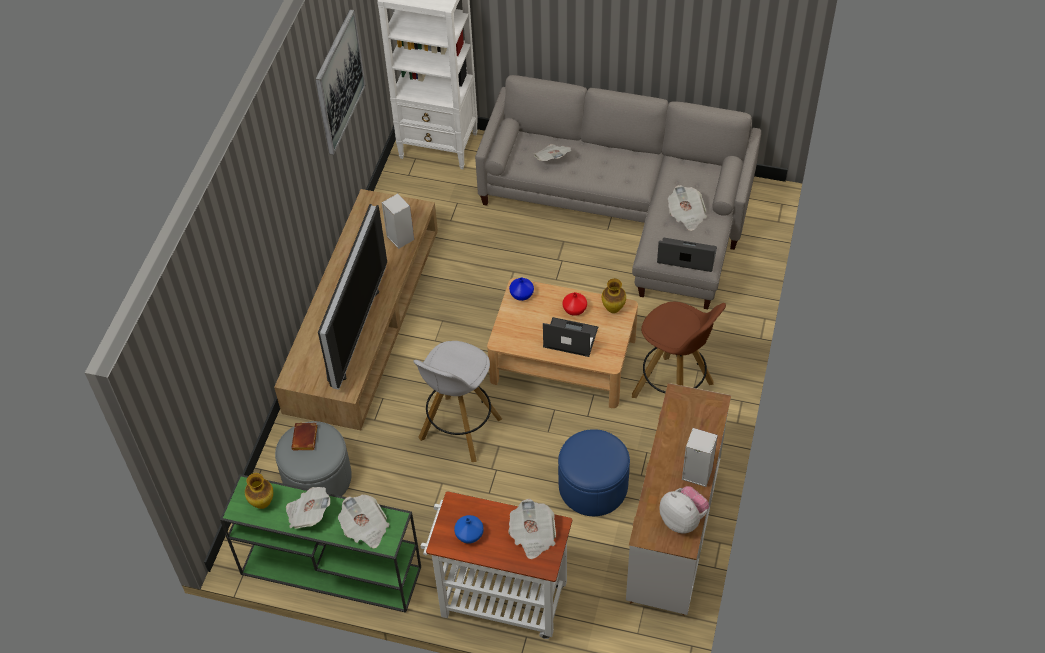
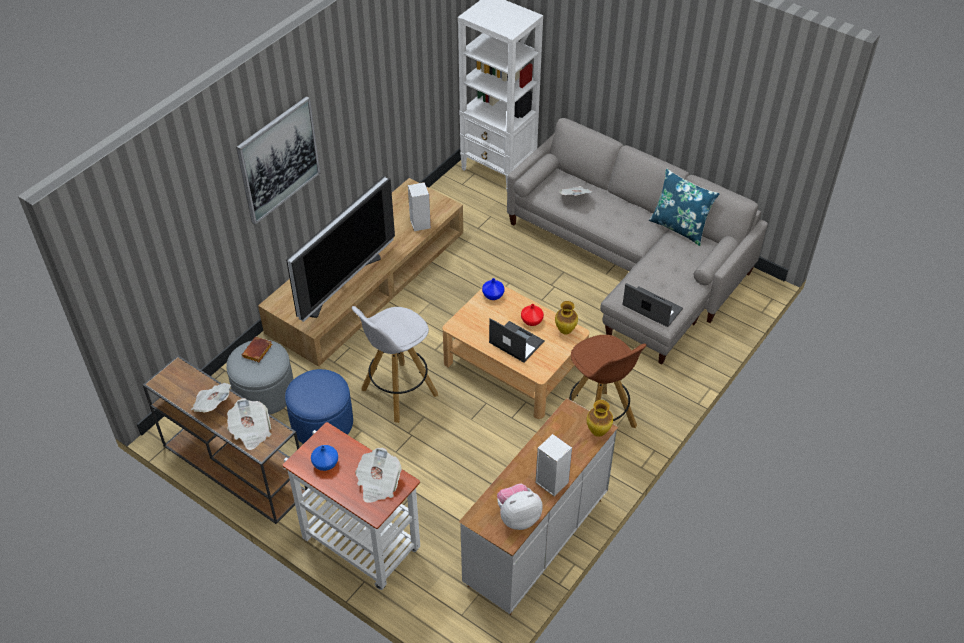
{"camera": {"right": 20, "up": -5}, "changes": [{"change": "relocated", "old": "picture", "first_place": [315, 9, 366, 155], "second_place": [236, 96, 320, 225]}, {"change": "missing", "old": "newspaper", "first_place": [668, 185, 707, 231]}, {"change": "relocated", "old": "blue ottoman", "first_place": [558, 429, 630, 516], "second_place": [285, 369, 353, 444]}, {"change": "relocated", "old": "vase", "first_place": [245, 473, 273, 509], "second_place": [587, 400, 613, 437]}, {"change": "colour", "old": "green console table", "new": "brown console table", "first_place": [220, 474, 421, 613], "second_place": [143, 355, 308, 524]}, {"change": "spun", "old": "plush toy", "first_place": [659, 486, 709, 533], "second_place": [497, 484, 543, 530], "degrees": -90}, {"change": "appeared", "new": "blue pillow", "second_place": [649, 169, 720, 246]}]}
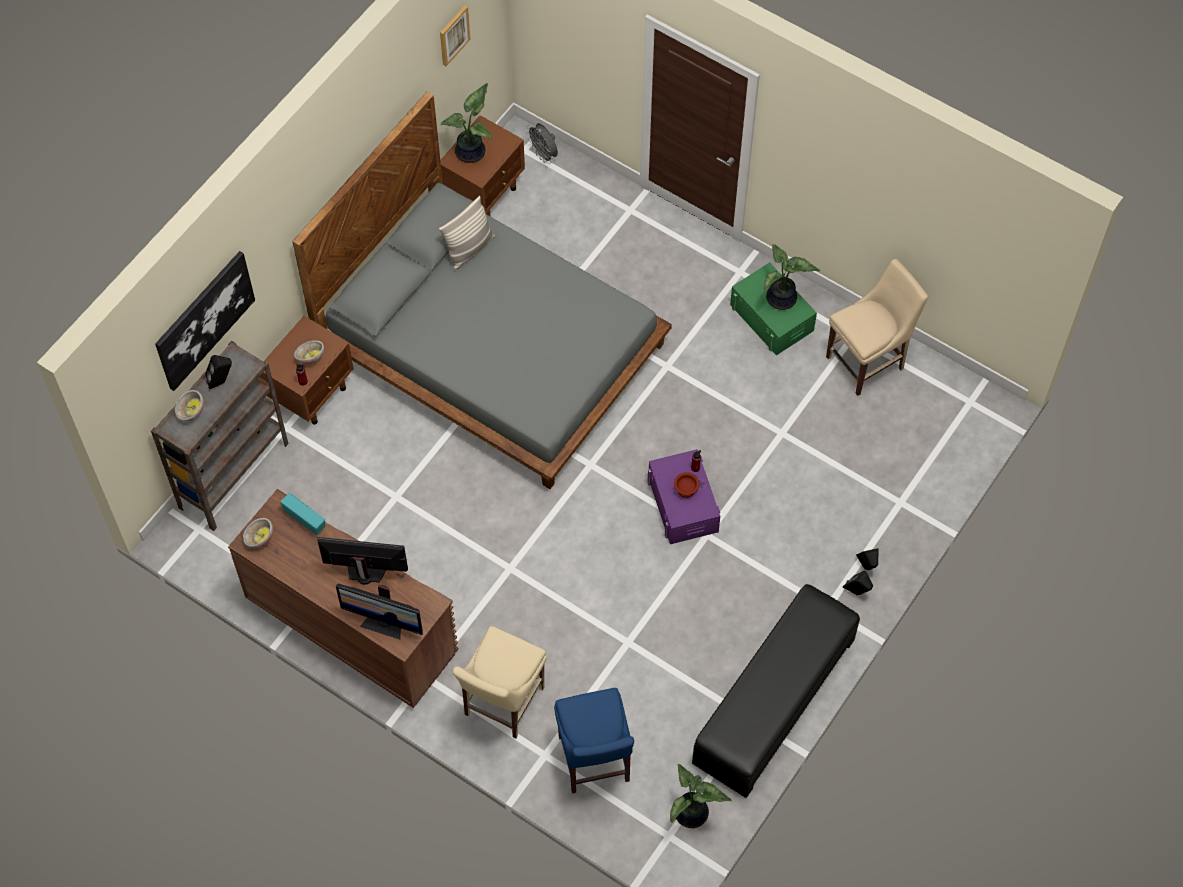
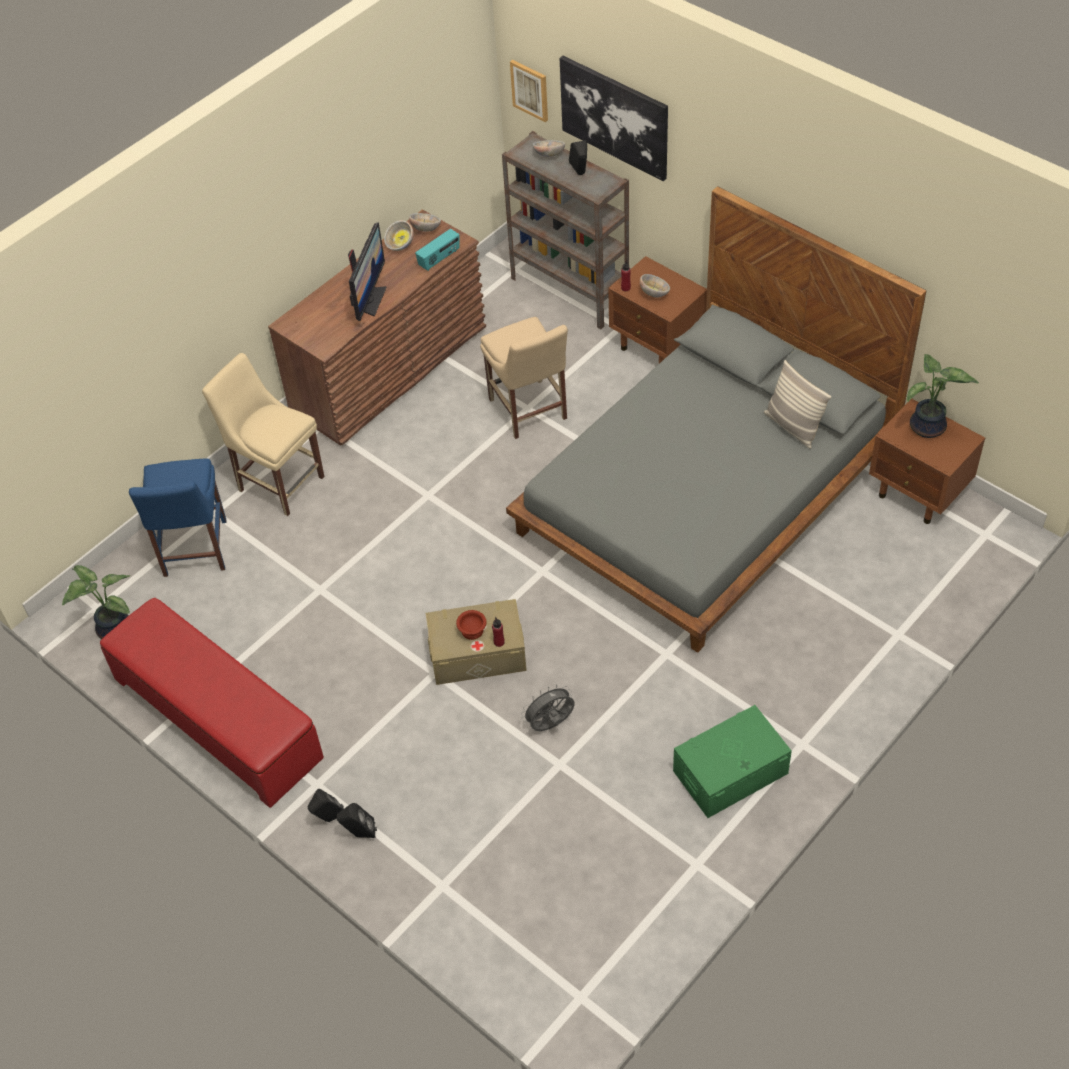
{"camera": {"right": 100, "up": -10}, "changes": [{"change": "relocated", "old": "picture", "first_place": [440, 5, 470, 66], "second_place": [510, 60, 548, 122]}, {"change": "relocated", "old": "grey fan", "first_place": [526, 123, 558, 164], "second_place": [521, 684, 575, 731]}, {"change": "missing", "old": "potted plant", "first_place": [763, 244, 820, 310]}, {"change": "relocated", "old": "beige chair", "first_place": [826, 259, 928, 396], "second_place": [480, 317, 568, 439]}, {"change": "colour", "old": "purple storage box", "new": "beige storage box", "first_place": [647, 449, 720, 544], "second_place": [425, 599, 527, 685]}, {"change": "missing", "old": "monitor", "first_place": [336, 584, 423, 639]}, {"change": "colour", "old": "black bench", "new": "red bench", "first_place": [692, 584, 860, 798], "second_place": [100, 598, 324, 808]}, {"change": "spun", "old": "blue chair", "first_place": [554, 688, 634, 794], "second_place": [129, 459, 226, 577], "degrees": -90}, {"change": "appeared", "new": "bowl", "second_place": [384, 220, 414, 251]}]}
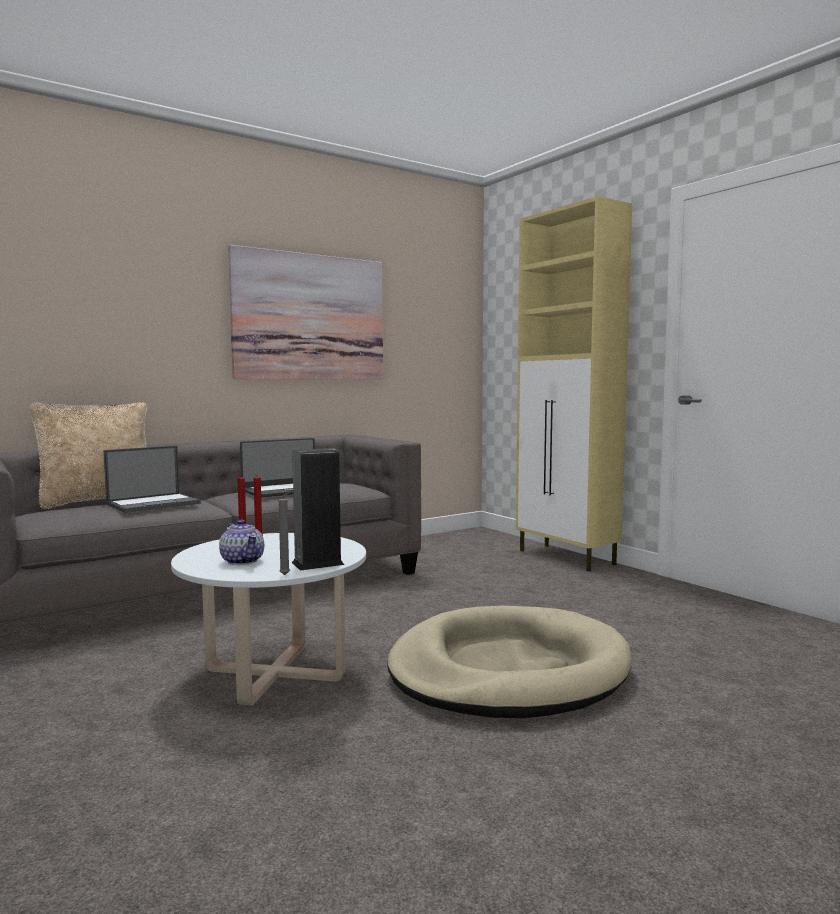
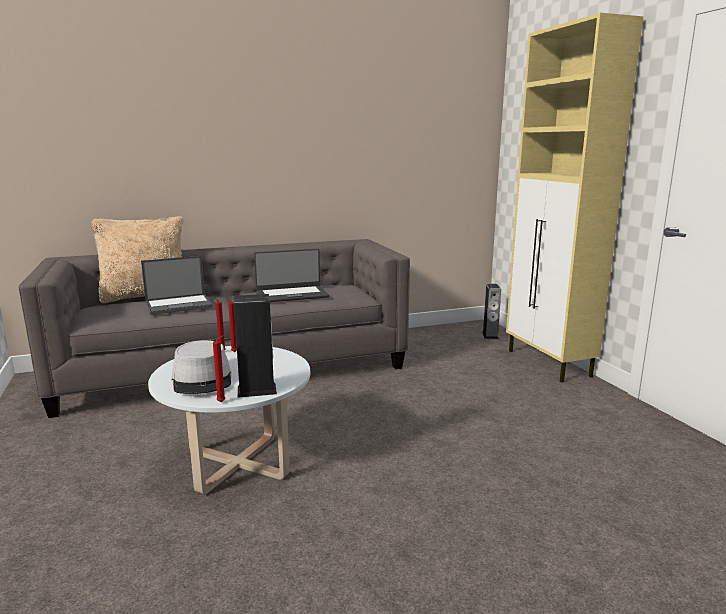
{"camera": {"right": 15, "up": 10}, "changes": [{"change": "missing", "old": "picture", "first_place": [228, 245, 383, 379]}, {"change": "colour", "old": "grey candle", "new": "red candle", "first_place": [279, 491, 292, 575], "second_place": [213, 336, 226, 402]}, {"change": "exchanged", "old": "teapot", "new": "grey hat", "first_place": [219, 520, 264, 565], "second_place": [171, 340, 232, 394]}, {"change": "missing", "old": "beige dog bed", "first_place": [387, 606, 632, 718]}, {"change": "appeared", "new": "speaker", "second_place": [482, 284, 501, 339]}]}
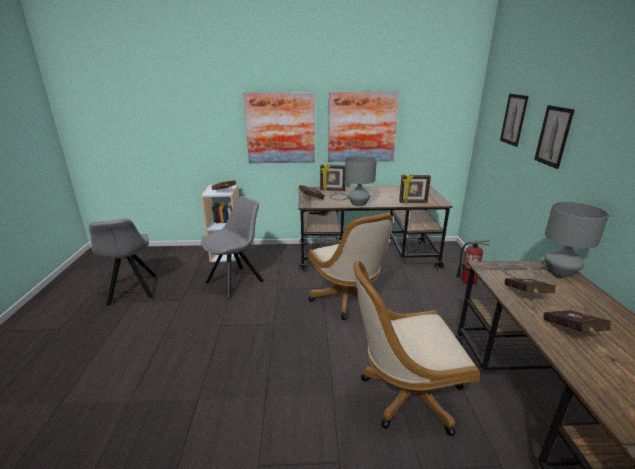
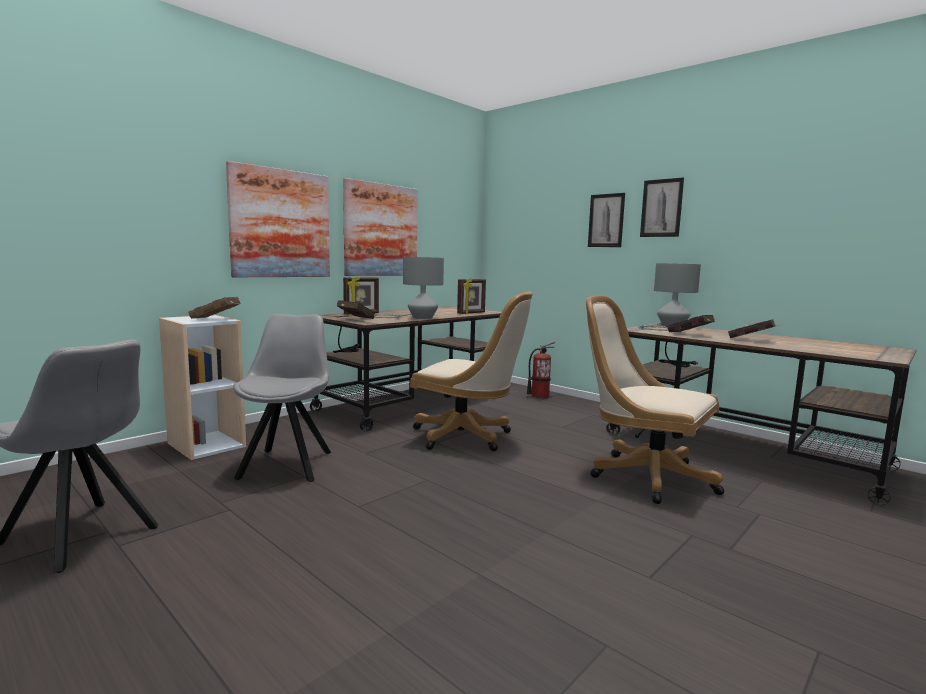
{"camera": {"right": -45, "up": -15}, "changes": [{"change": "relocated", "old": "picture", "first_place": [500, 94, 529, 147], "second_place": [640, 177, 684, 237]}, {"change": "spun", "old": "office chair", "first_place": [353, 261, 480, 436], "second_place": [586, 295, 724, 504], "degrees": 90}]}
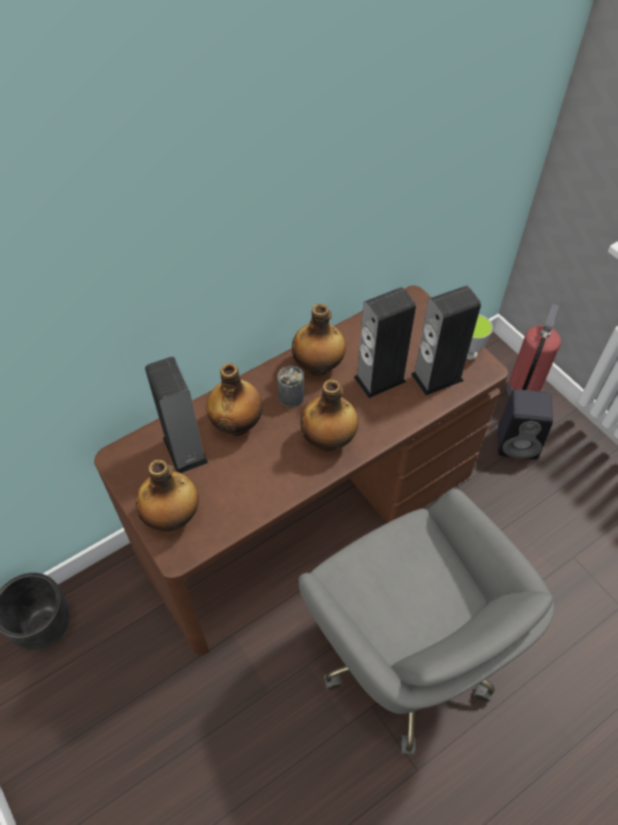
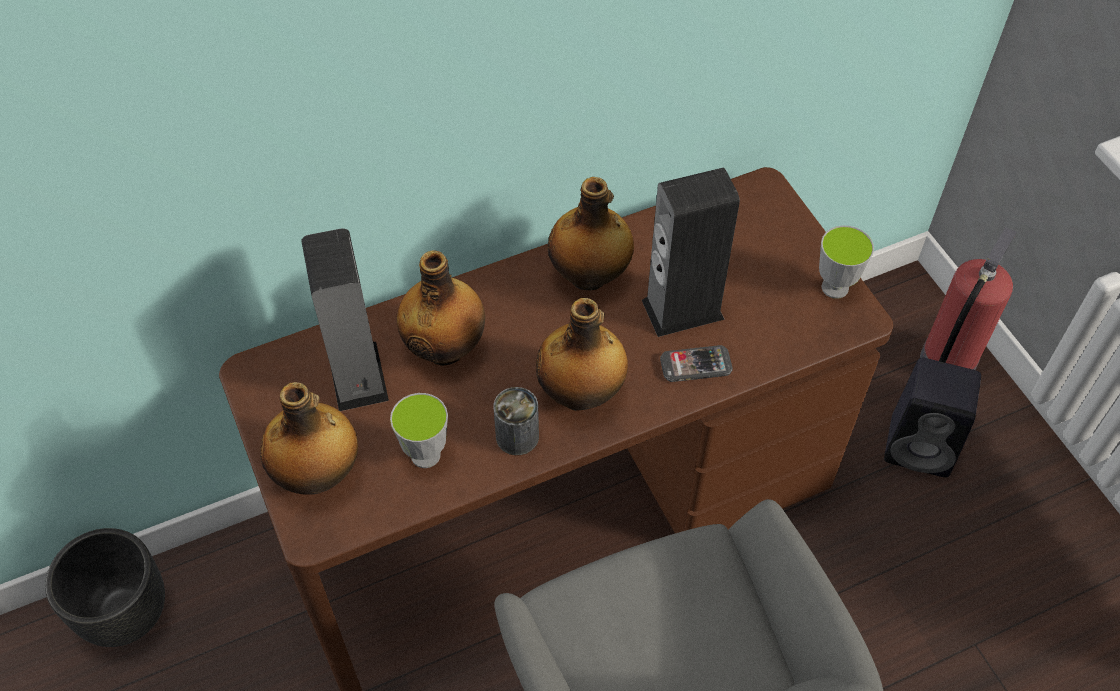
{"camera": {"right": 10, "up": 0}, "changes": [{"change": "missing", "old": "speaker", "first_place": [411, 285, 481, 396]}, {"change": "relocated", "old": "can", "first_place": [277, 366, 304, 407], "second_place": [493, 387, 539, 455]}, {"change": "appeared", "new": "phone", "second_place": [660, 345, 733, 382]}, {"change": "appeared", "new": "cup", "second_place": [390, 393, 448, 468]}]}
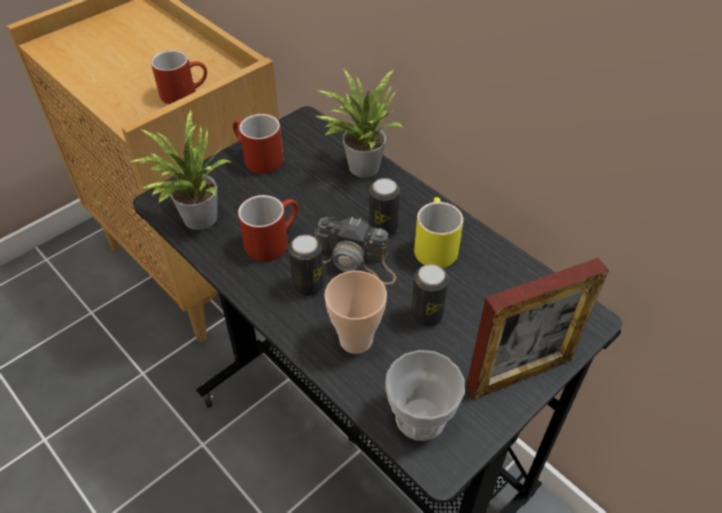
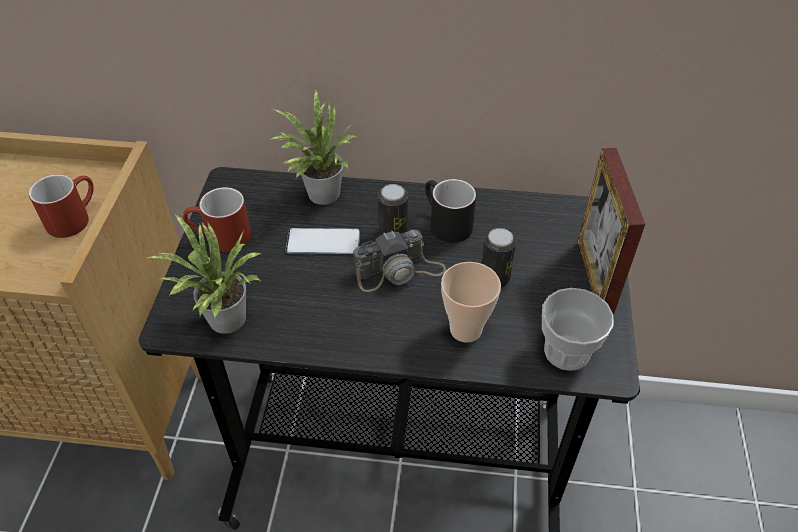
{"camera": {"right": -40, "up": 0}, "changes": [{"change": "missing", "old": "red mug", "first_place": [238, 195, 298, 261]}, {"change": "colour", "old": "yellow mug", "new": "black mug", "first_place": [414, 197, 463, 268], "second_place": [425, 179, 476, 243]}, {"change": "missing", "old": "can", "first_place": [289, 235, 324, 296]}, {"change": "spun", "old": "picture frame", "first_place": [466, 258, 609, 399], "second_place": [578, 148, 645, 315], "degrees": 150}, {"change": "appeared", "new": "phone", "second_place": [286, 228, 360, 254]}]}
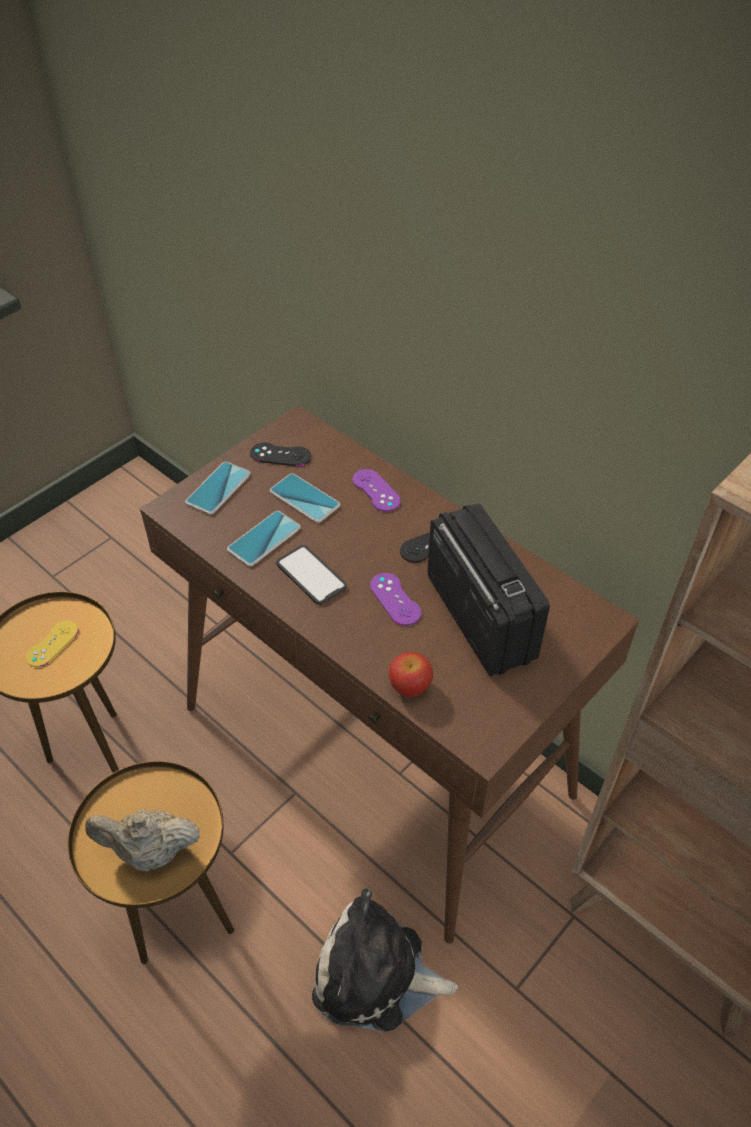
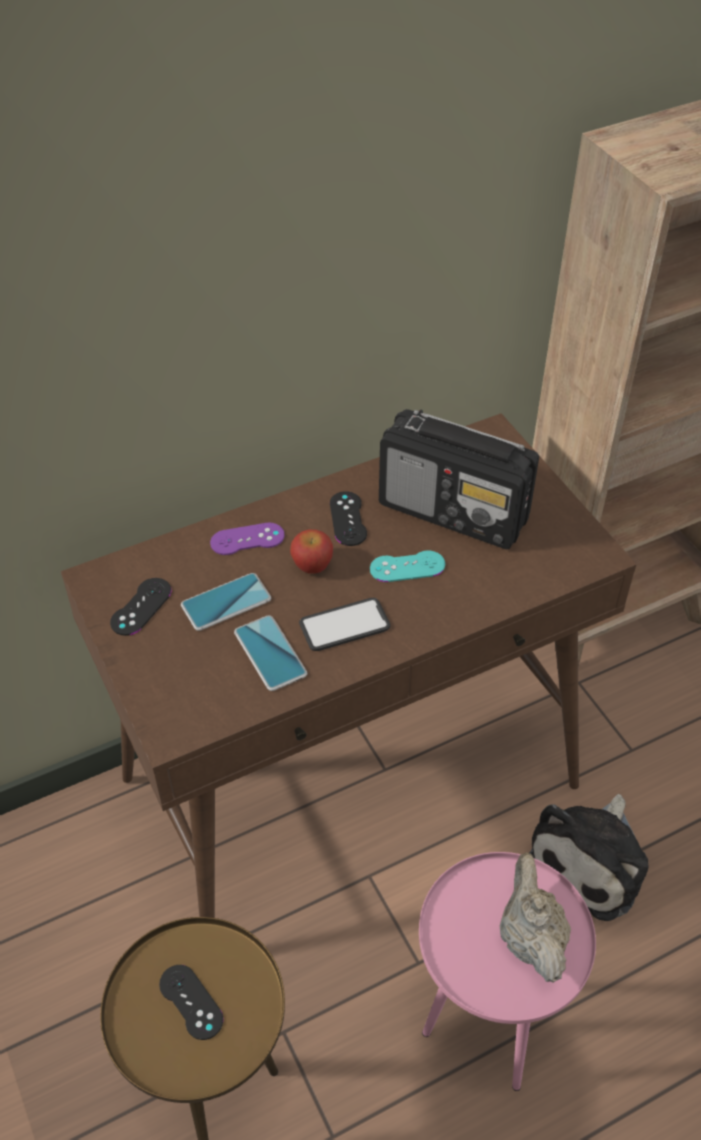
{"camera": {"right": -70, "up": 0}, "changes": [{"change": "missing", "old": "phone", "first_place": [185, 462, 251, 514]}, {"change": "spun", "old": "radio", "first_place": [428, 503, 550, 676], "second_place": [379, 409, 539, 549], "degrees": -150}, {"change": "colour", "old": "purple game controller", "new": "turquoise game controller", "first_place": [370, 573, 421, 626], "second_place": [370, 551, 445, 582]}, {"change": "colour", "old": "yellow game controller", "new": "black game controller", "first_place": [25, 620, 78, 667], "second_place": [159, 965, 223, 1040]}, {"change": "relocated", "old": "apple", "first_place": [389, 652, 433, 697], "second_place": [290, 529, 333, 574]}, {"change": "colour", "old": "brown side table", "new": "pink side table", "first_place": [68, 761, 234, 964], "second_place": [419, 852, 596, 1091]}, {"change": "spun", "old": "beige teapot", "first_place": [85, 809, 200, 871], "second_place": [500, 852, 571, 983], "degrees": 150}]}
